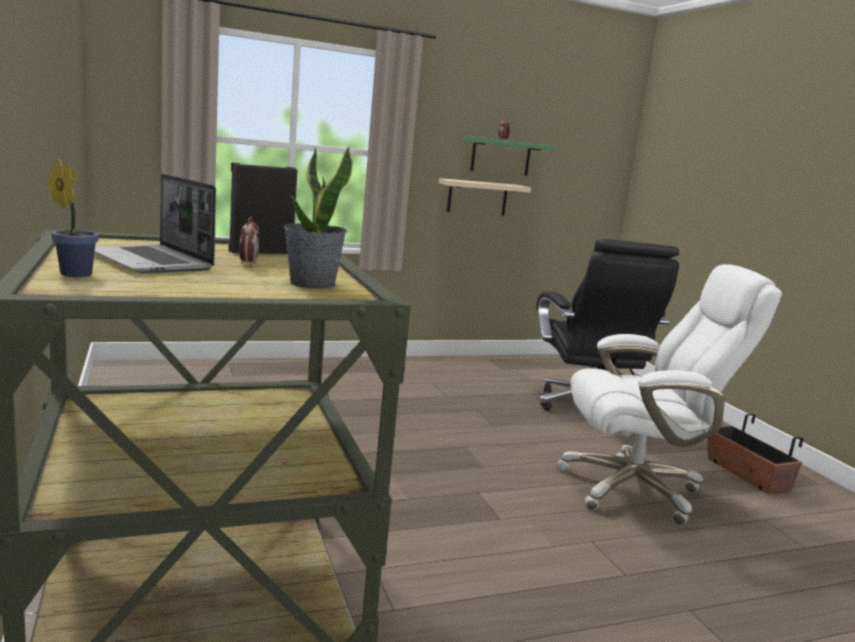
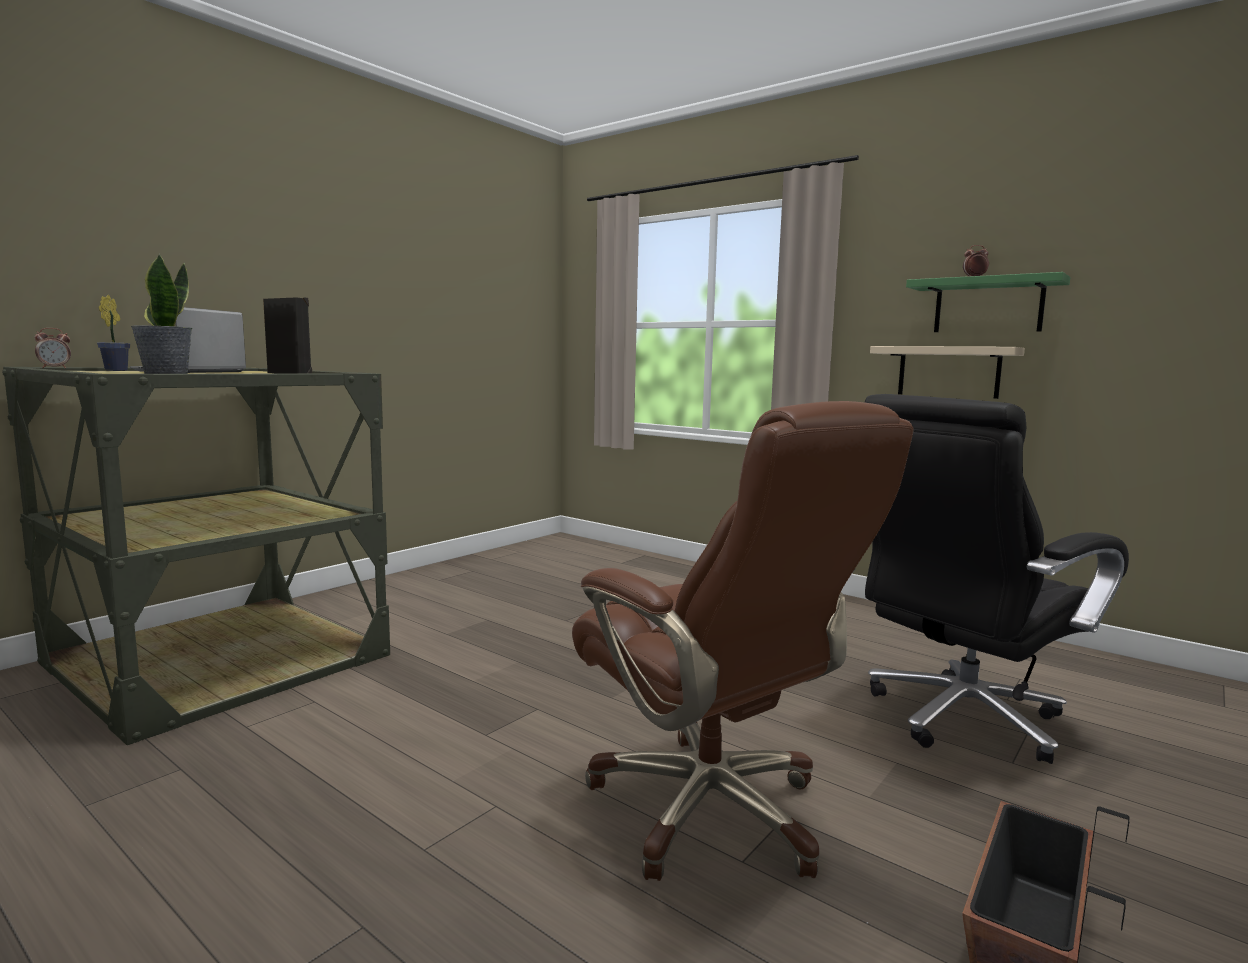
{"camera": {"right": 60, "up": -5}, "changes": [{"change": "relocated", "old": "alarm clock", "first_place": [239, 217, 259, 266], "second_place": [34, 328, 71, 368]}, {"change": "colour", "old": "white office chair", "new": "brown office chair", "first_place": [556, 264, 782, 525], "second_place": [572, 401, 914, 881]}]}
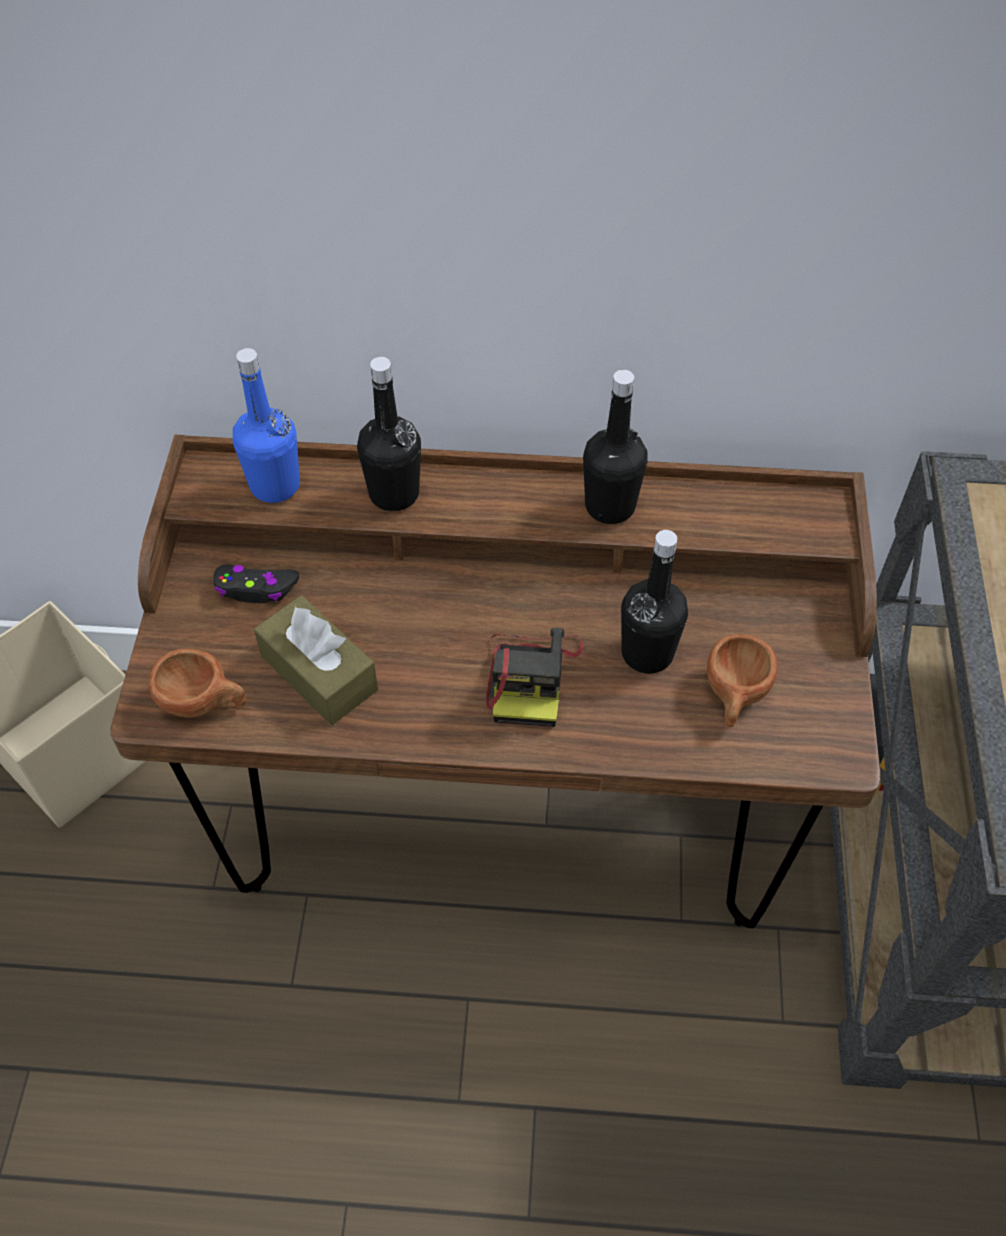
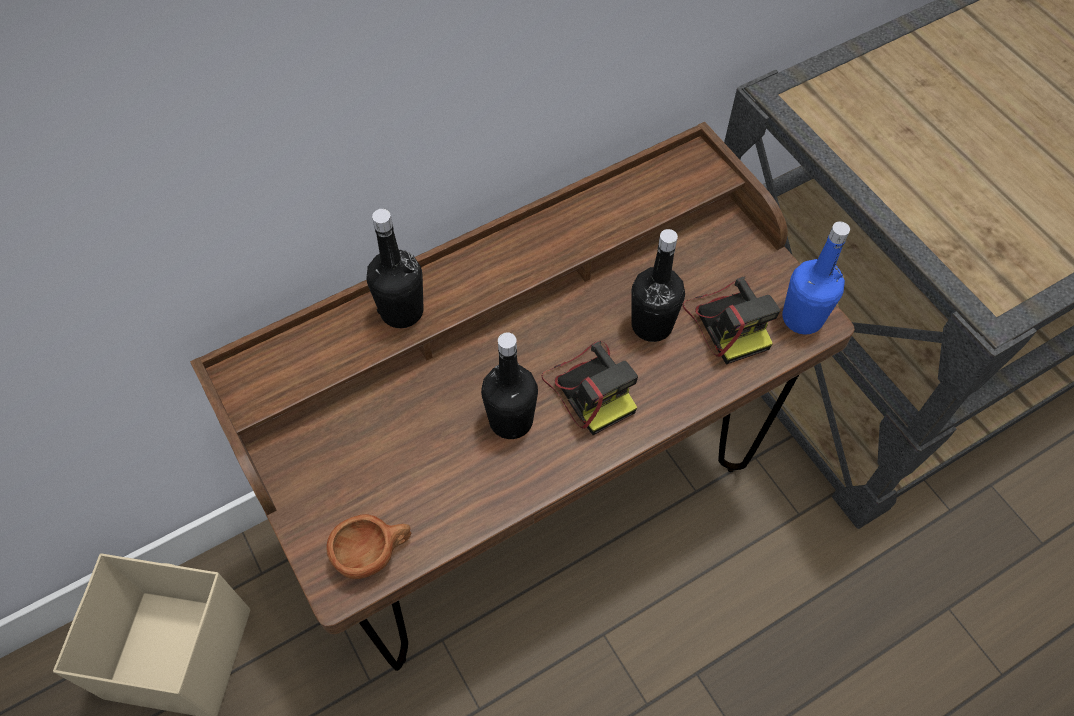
{"camera": {"right": -35, "up": 5}, "changes": [{"change": "relocated", "old": "blue bottle", "first_place": [233, 348, 300, 503], "second_place": [782, 221, 850, 335]}, {"change": "relocated", "old": "black bottle", "first_place": [583, 370, 648, 524], "second_place": [481, 332, 538, 439]}, {"change": "missing", "old": "black game controller", "first_place": [213, 564, 299, 603]}, {"change": "missing", "old": "brown tissue box", "first_place": [254, 595, 378, 725]}, {"change": "exchanged", "old": "brown cup", "new": "photo camera", "first_place": [707, 634, 778, 727], "second_place": [683, 276, 781, 365]}]}
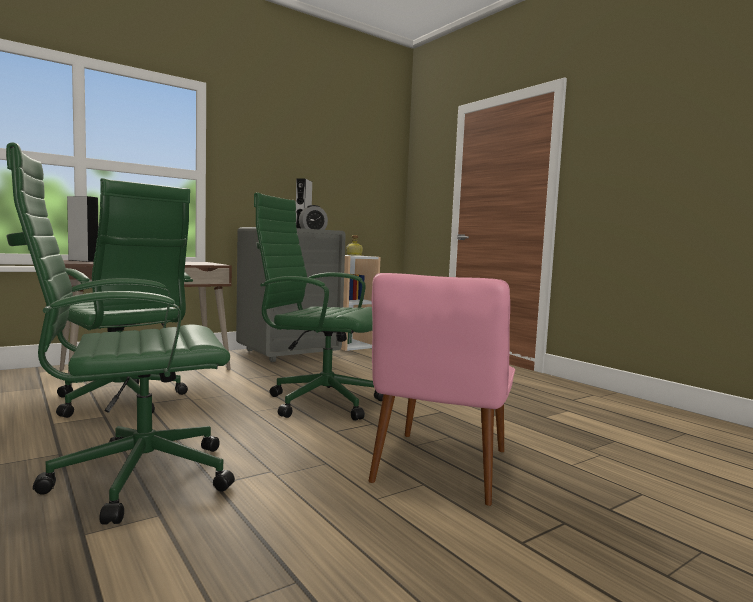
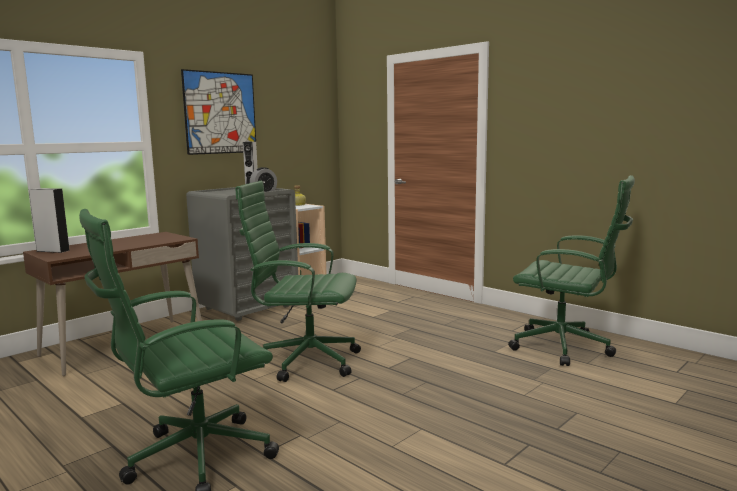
{"camera": {"right": -10, "up": 5}, "changes": [{"change": "relocated", "old": "green office chair", "first_place": [56, 178, 193, 418], "second_place": [508, 175, 635, 366]}, {"change": "missing", "old": "pink chair", "first_place": [369, 273, 515, 506]}, {"change": "appeared", "new": "picture", "second_place": [181, 69, 257, 155]}]}
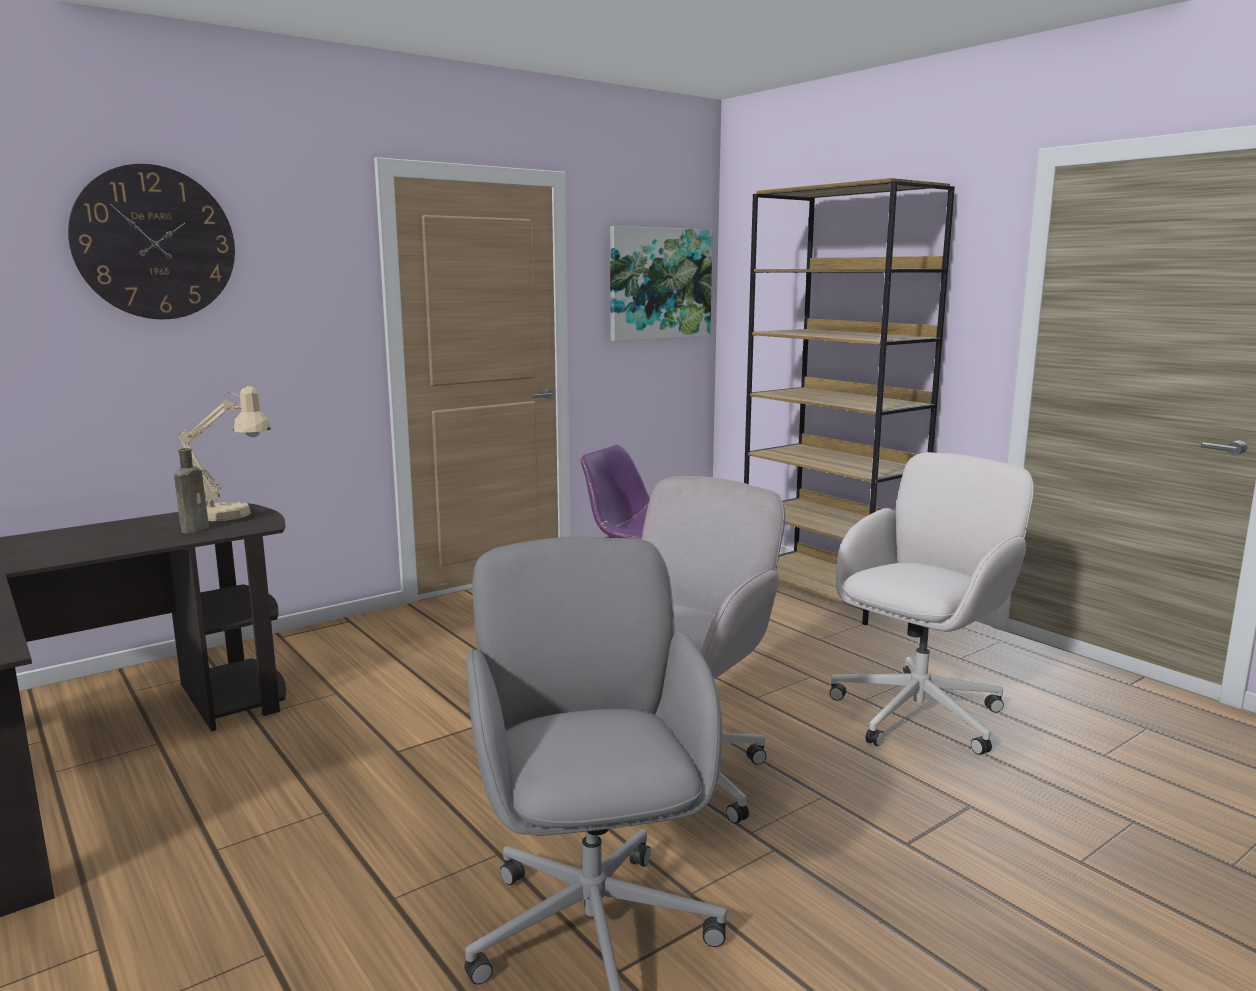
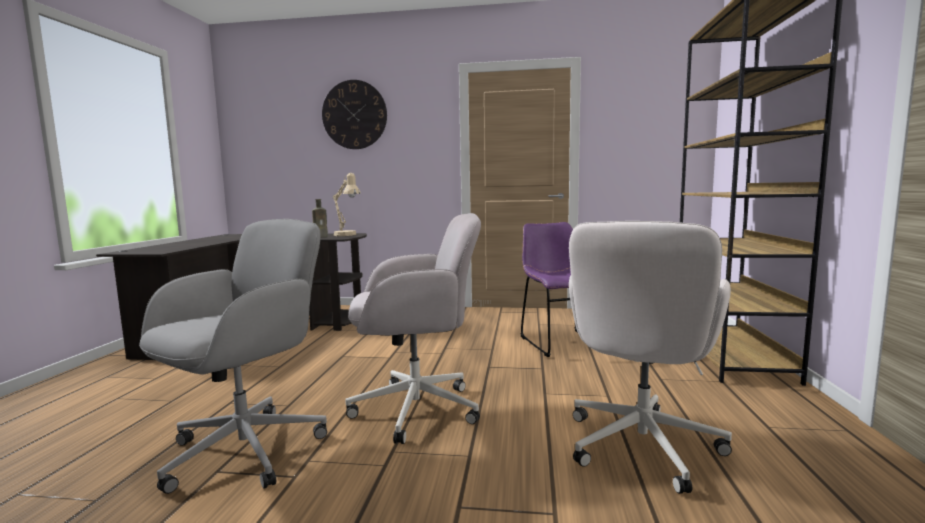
{"camera": {"right": 45, "up": -5}, "changes": [{"change": "missing", "old": "picture", "first_place": [610, 226, 713, 341]}, {"change": "spun", "old": "white office chair", "first_place": [830, 452, 1034, 755], "second_place": [569, 221, 732, 494], "degrees": 120}]}
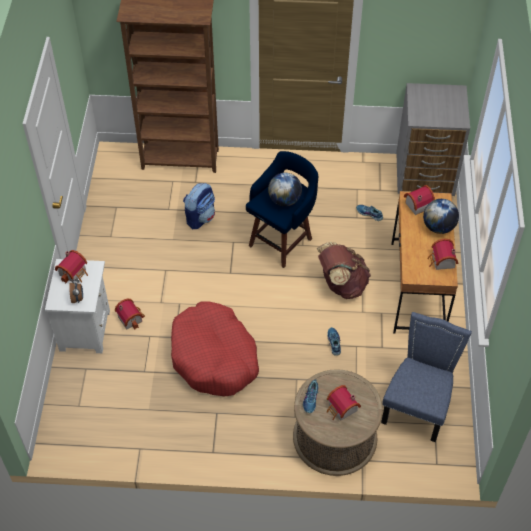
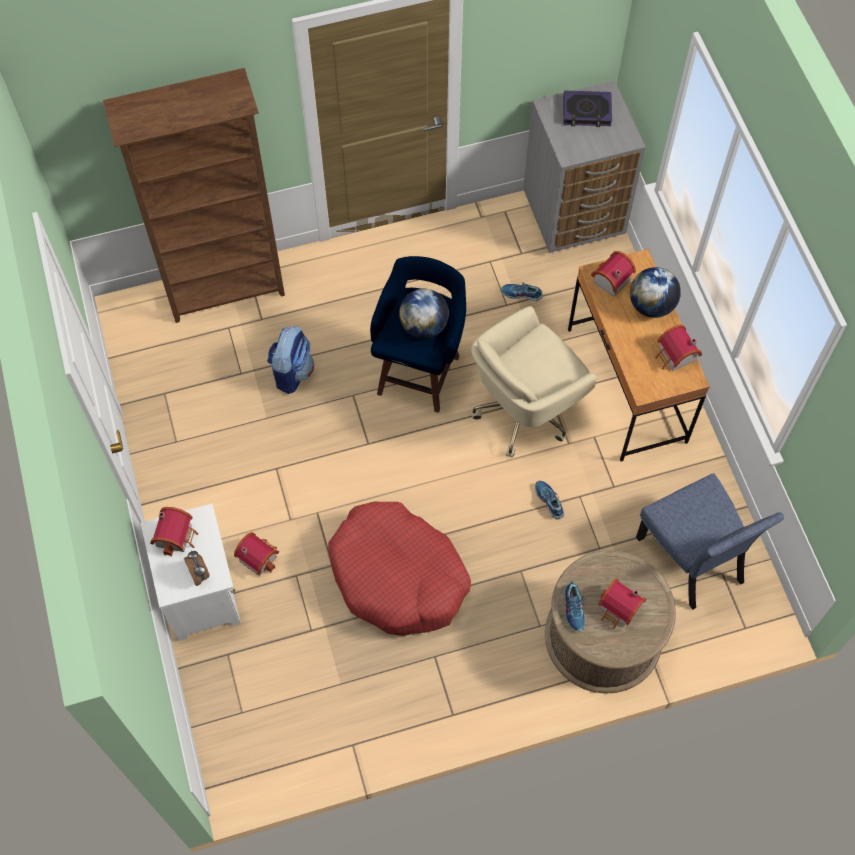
{"camera": {"right": -20, "up": 10}, "changes": [{"change": "exchanged", "old": "brown backpack", "new": "beige office chair", "first_place": [317, 242, 371, 299], "second_place": [471, 306, 597, 458]}, {"change": "spun", "old": "blue chair", "first_place": [381, 312, 472, 442], "second_place": [636, 473, 784, 610], "degrees": 150}, {"change": "appeared", "new": "book", "second_place": [563, 91, 612, 127]}]}
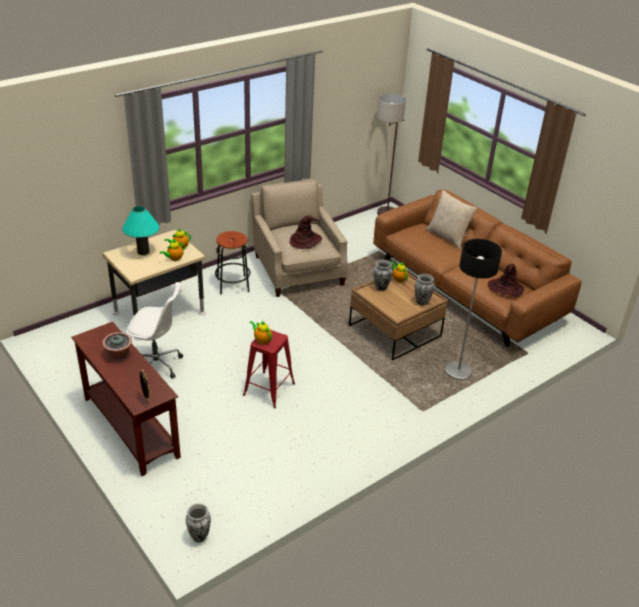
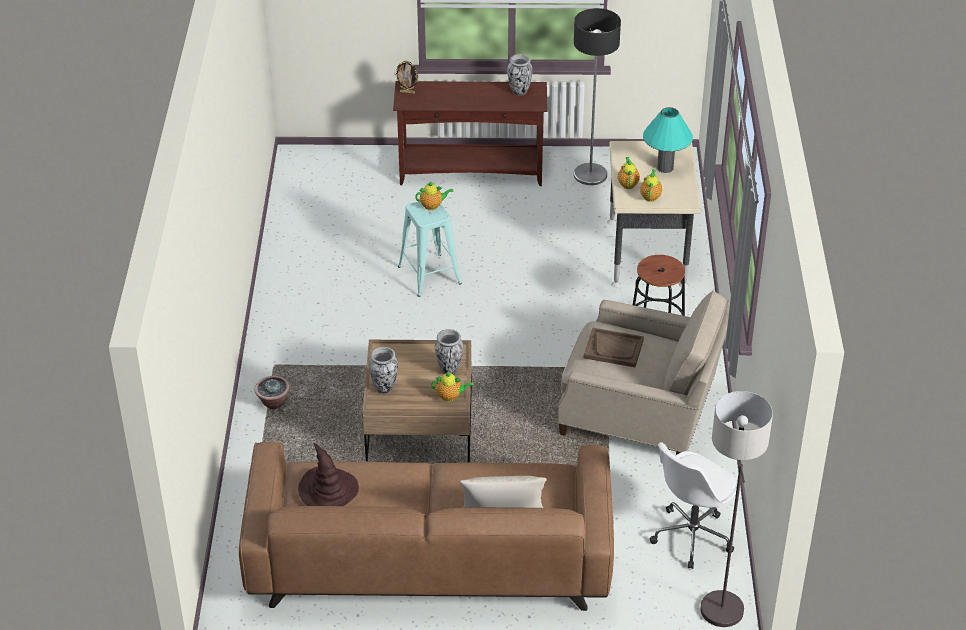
{"camera": {"right": 130, "up": 5}, "changes": [{"change": "exchanged", "old": "brown hat", "new": "brown tray", "first_place": [290, 215, 322, 249], "second_place": [584, 328, 644, 367]}, {"change": "relocated", "old": "floor lamp", "first_place": [445, 239, 502, 380], "second_place": [574, 8, 621, 185]}, {"change": "relocated", "old": "white office chair", "first_place": [126, 282, 183, 379], "second_place": [649, 442, 741, 569]}, {"change": "colour", "old": "red stool", "new": "turquoise stool", "first_place": [243, 329, 295, 408], "second_place": [398, 201, 462, 297]}, {"change": "relocated", "old": "potted plant", "first_place": [103, 332, 132, 360], "second_place": [255, 376, 290, 409]}, {"change": "relocated", "old": "vase", "first_place": [186, 503, 211, 542], "second_place": [507, 54, 533, 96]}]}
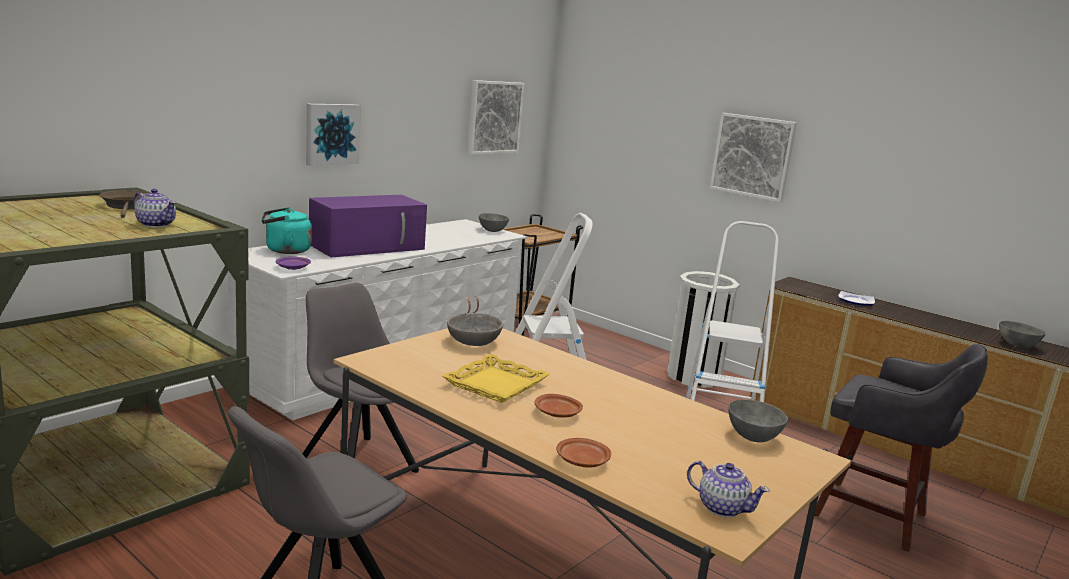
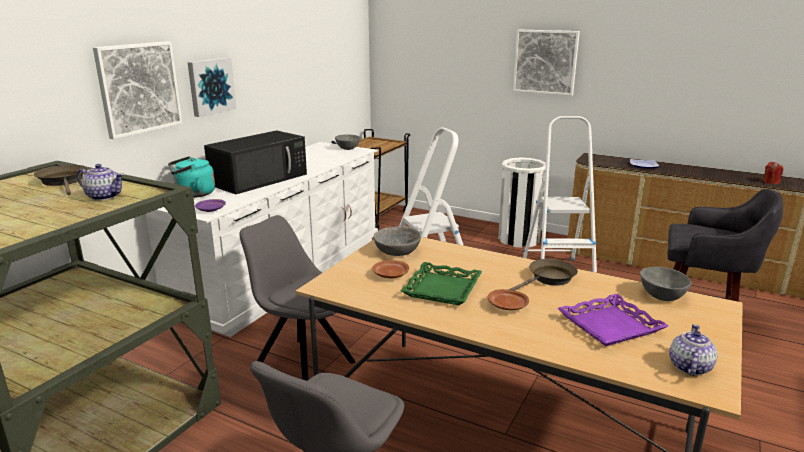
{"camera": {"right": -10, "up": 5}, "changes": [{"change": "relocated", "old": "picture", "first_place": [468, 80, 525, 155], "second_place": [93, 41, 183, 139]}, {"change": "colour", "old": "purple microwave", "new": "black microwave", "first_place": [309, 195, 427, 257], "second_place": [204, 130, 307, 194]}, {"change": "exchanged", "old": "grey bowl", "new": "red candle", "first_place": [999, 321, 1046, 348], "second_place": [763, 162, 783, 184]}, {"change": "colour", "old": "yellow tray", "new": "green tray", "first_place": [442, 354, 549, 403], "second_place": [401, 262, 482, 305]}, {"change": "relocated", "old": "brown plate", "first_place": [556, 438, 611, 468], "second_place": [372, 260, 409, 278]}, {"change": "spun", "old": "teapot", "first_place": [687, 461, 770, 517], "second_place": [669, 324, 717, 376], "degrees": -90}, {"change": "appeared", "new": "brown frying pan", "second_place": [509, 259, 578, 291]}, {"change": "appeared", "new": "purple tray", "second_place": [557, 294, 669, 346]}]}
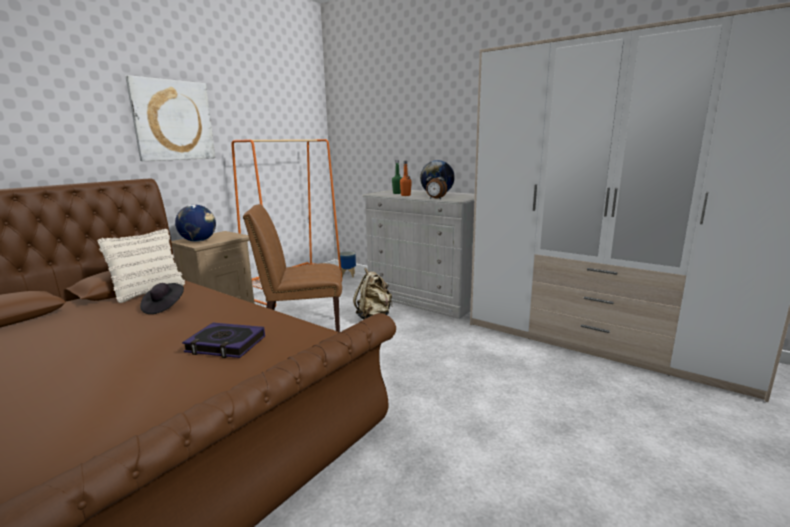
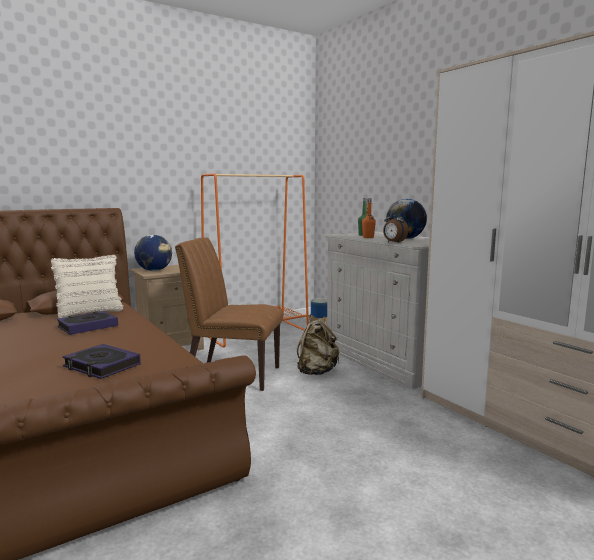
{"camera": {"right": 20, "up": -5}, "changes": [{"change": "missing", "old": "picture", "first_place": [125, 75, 215, 161]}, {"change": "exchanged", "old": "black hat", "new": "book", "first_place": [140, 283, 184, 314], "second_place": [57, 311, 118, 335]}]}
